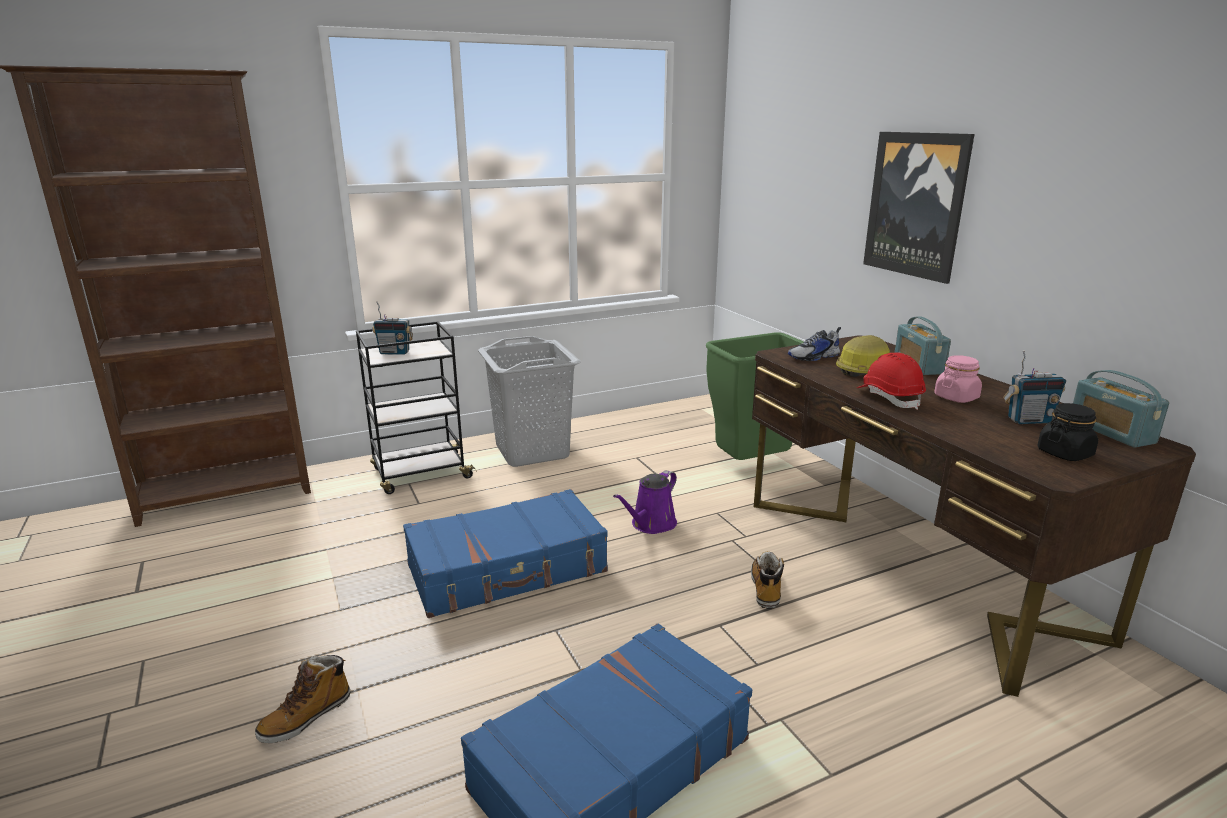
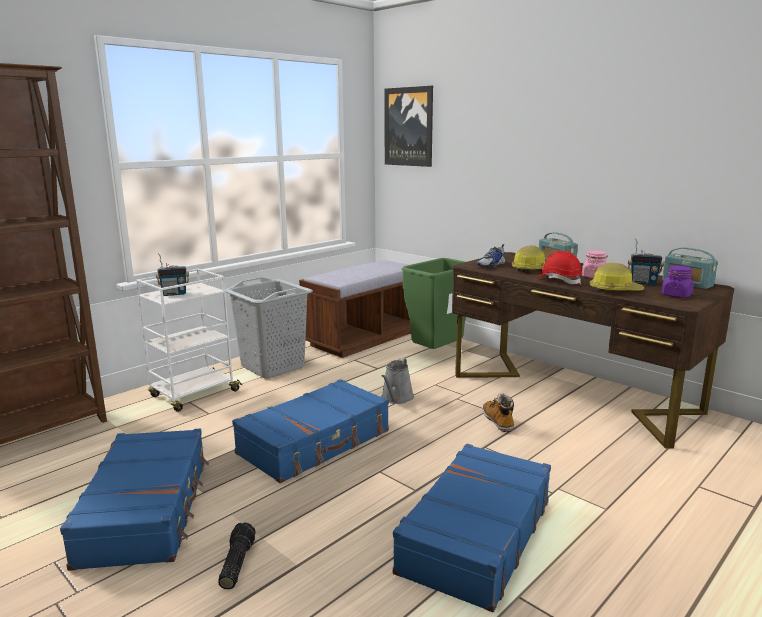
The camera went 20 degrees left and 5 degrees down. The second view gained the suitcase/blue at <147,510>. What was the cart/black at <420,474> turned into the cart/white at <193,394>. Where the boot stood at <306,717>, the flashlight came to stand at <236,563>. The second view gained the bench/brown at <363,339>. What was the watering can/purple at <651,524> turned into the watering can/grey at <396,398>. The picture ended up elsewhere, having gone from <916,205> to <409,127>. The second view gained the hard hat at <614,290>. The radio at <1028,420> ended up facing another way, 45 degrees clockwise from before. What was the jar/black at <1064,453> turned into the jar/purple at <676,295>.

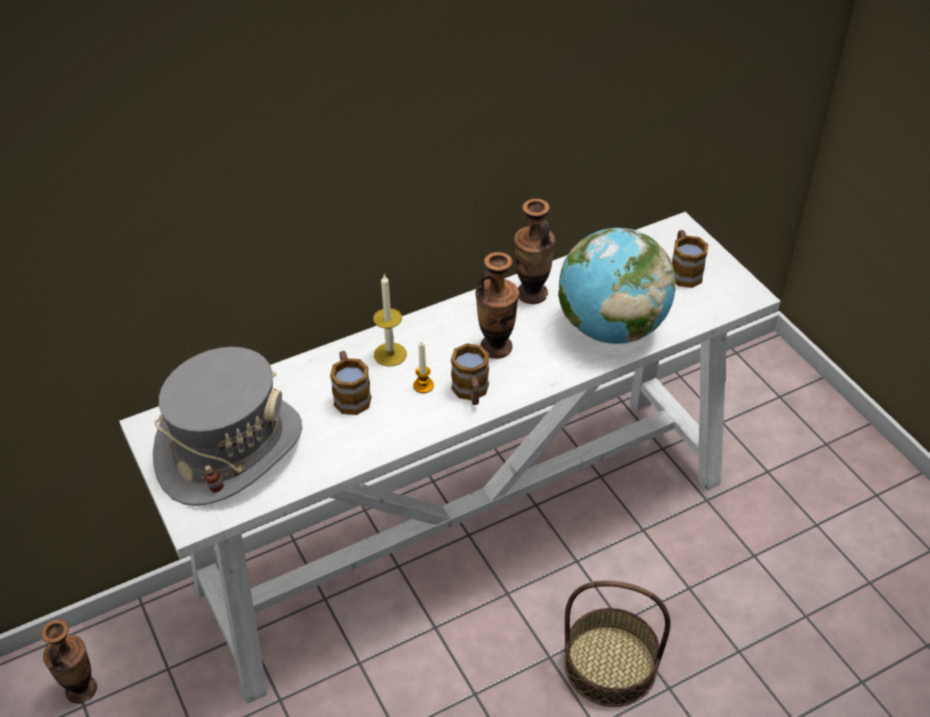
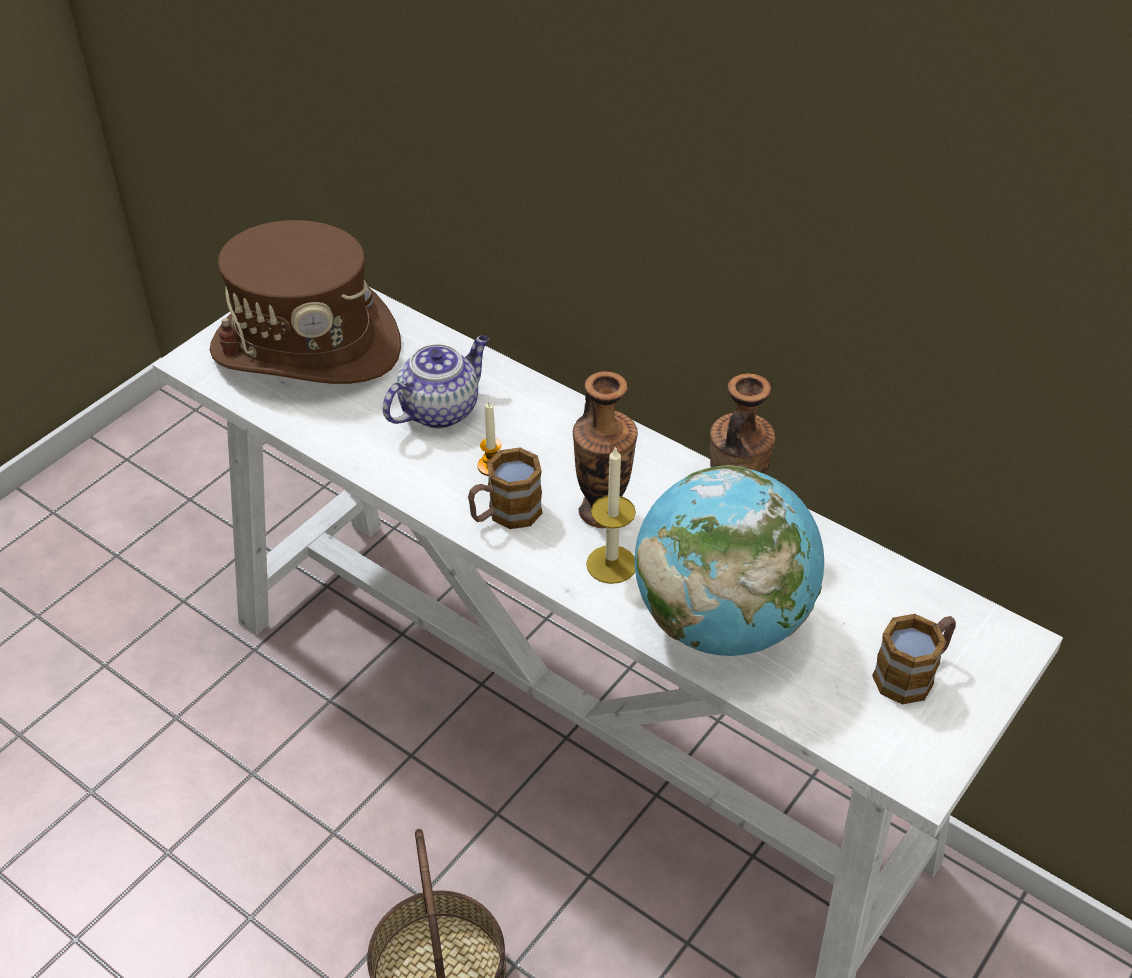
The camera went 65 degrees right and 0 degrees up. What was the hat/grey at <230,449> turned into the hat/brown at <306,347>. Where the mug stood at <350,395>, the teapot came to stand at <440,409>. The candle ended up elsewhere, having gone from <390,354> to <611,564>. The second view lost the vase at <81,689>.

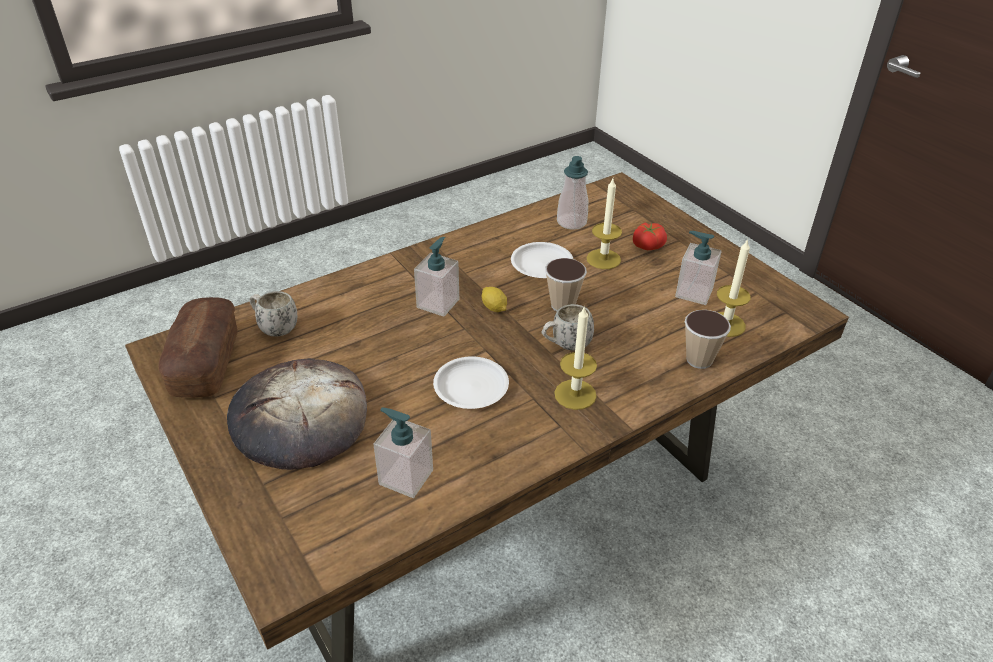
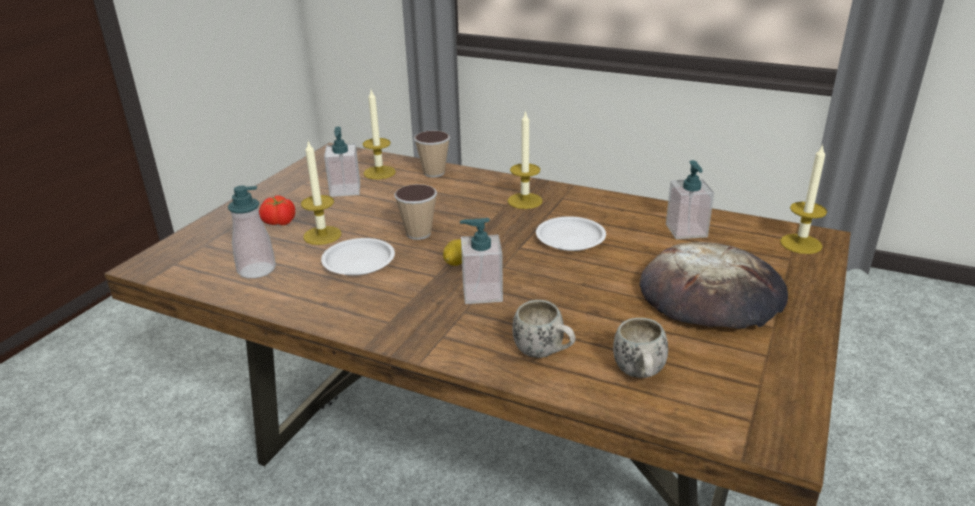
The camera went 120 degrees left and 10 degrees down. The mug/white ended up elsewhere, having gone from <565,345> to <545,353>. The second view gained the candle at <801,244>. The second view lost the bread at <206,363>.

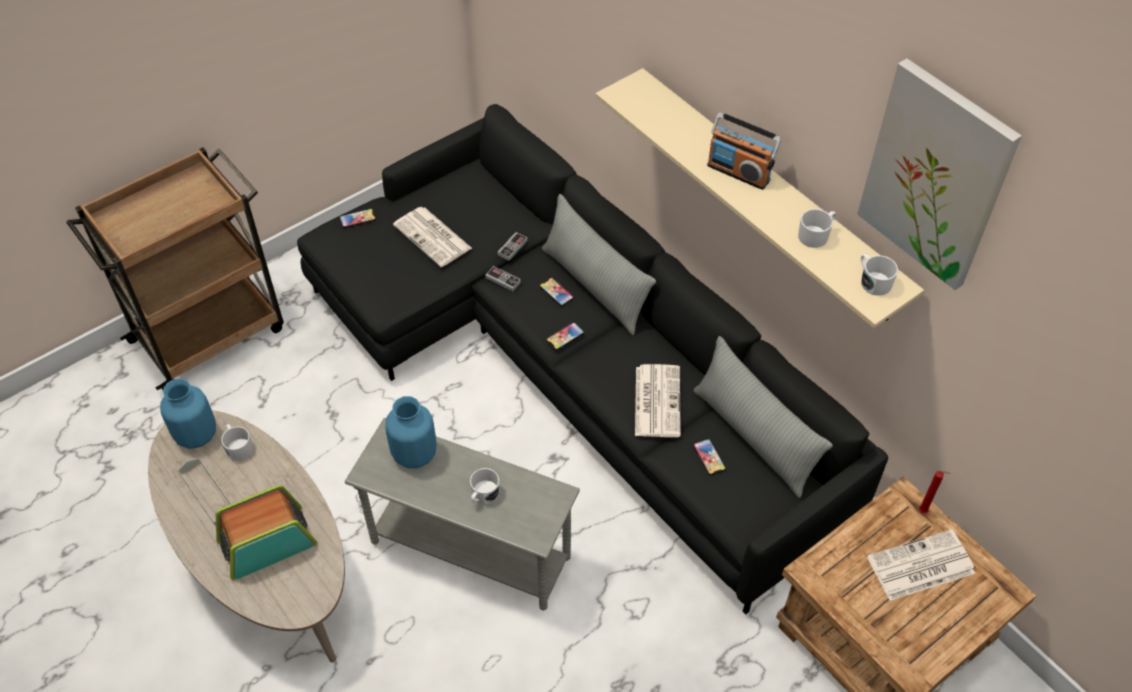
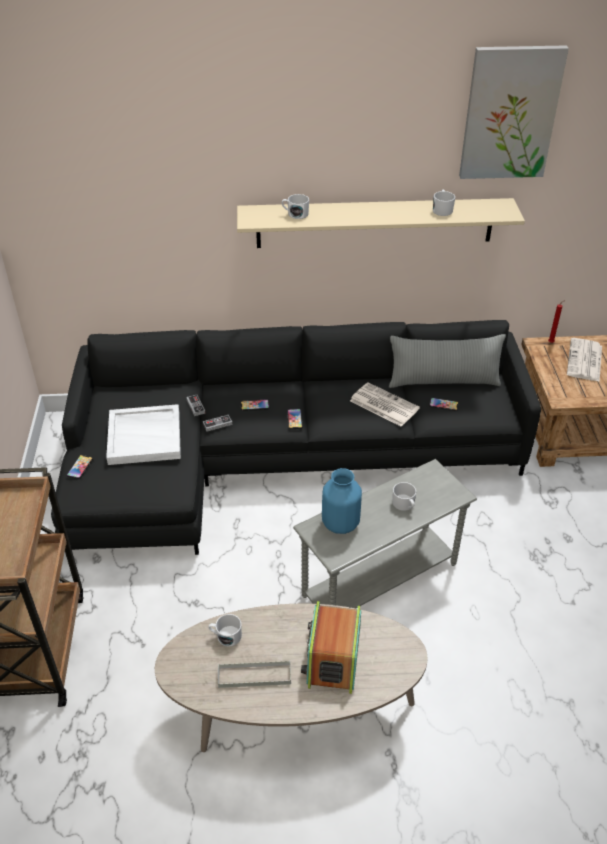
The camera went 55 degrees left and 10 degrees down. Where the newspaper stood at <433,237>, the tray/white came to stand at <145,436>. The mug/white ended up elsewhere, having gone from <872,281> to <295,214>. The second view lost the vase/blue at <197,435>. The second view lost the pillow/grey at <595,286>. The second view lost the radio at <739,172>.

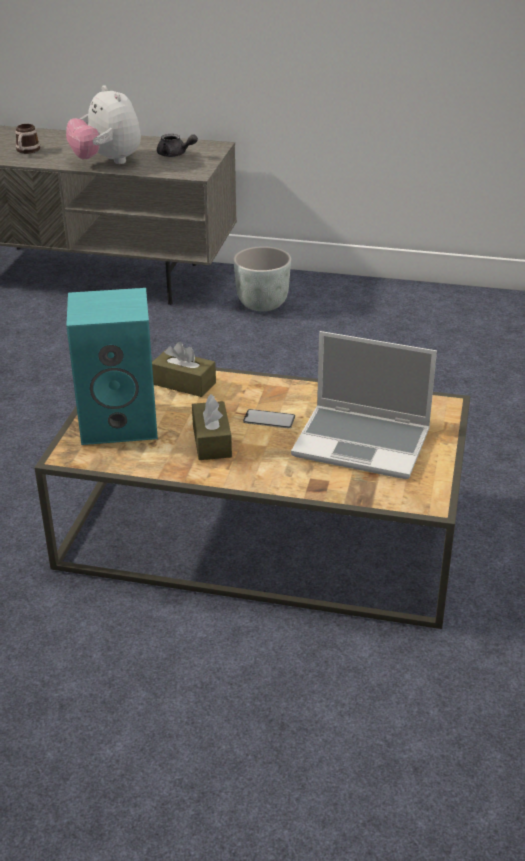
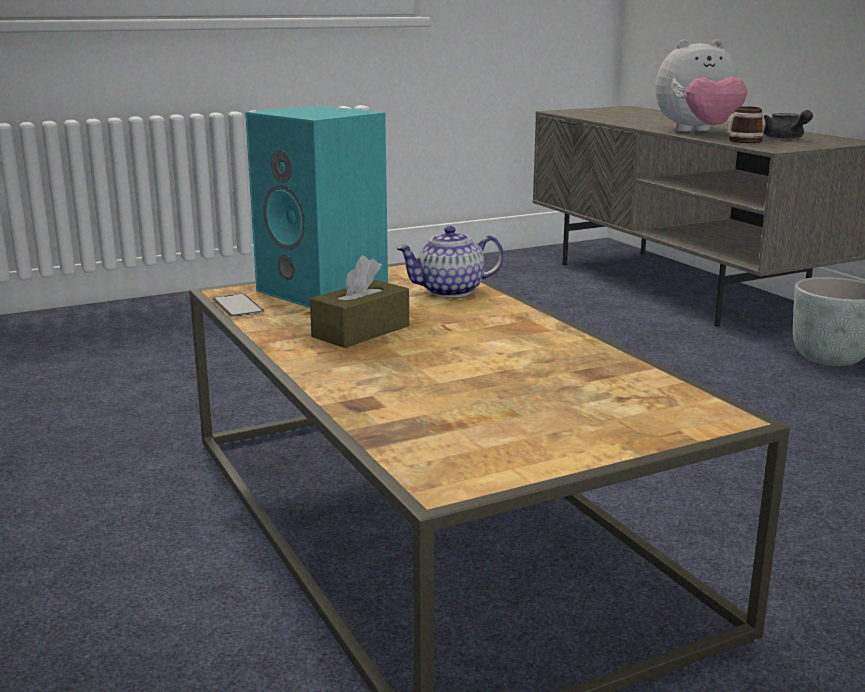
The camera went 50 degrees right and 15 degrees down. The phone ended up elsewhere, having gone from <269,419> to <237,306>. Where the tissue box/brown stood at <184,383>, the teapot came to stand at <450,291>. The plush toy at <107,162> ended up facing another way, 120 degrees counterclockwise from before. The mug ended up elsewhere, having gone from <27,151> to <741,141>. The second view lost the laptop at <363,443>.

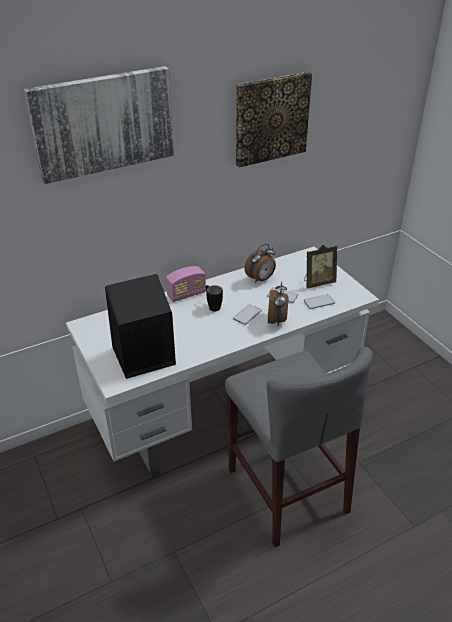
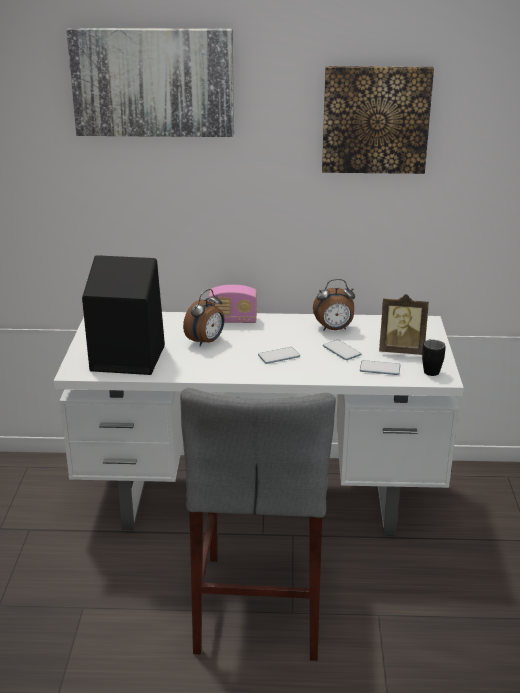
The camera went 30 degrees right and 10 degrees down. The alarm clock ended up elsewhere, having gone from <277,320> to <206,342>. The mug/black ended up elsewhere, having gone from <212,306> to <430,369>.

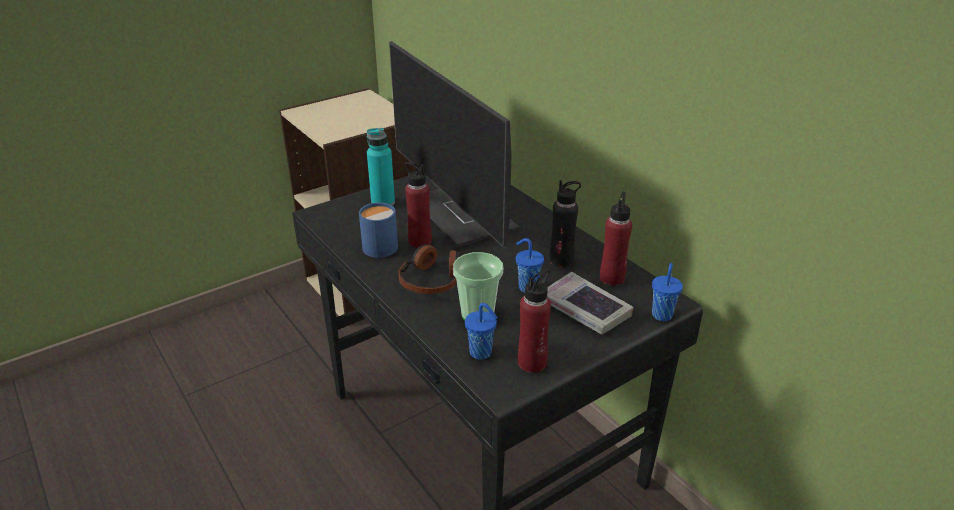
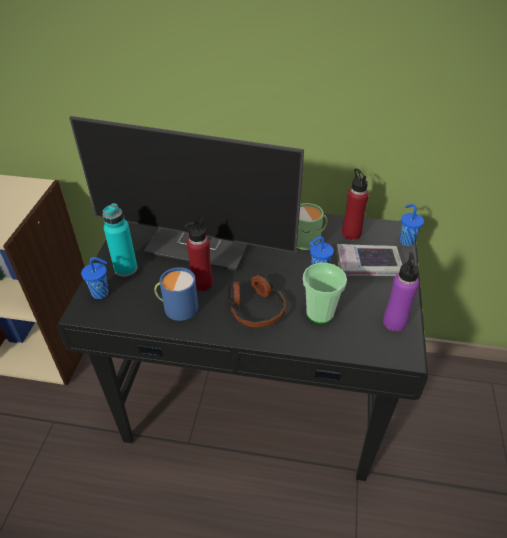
The camera went 45 degrees left and 10 degrees up. The cup/blue ended up elsewhere, having gone from <481,353> to <101,293>. Where the bottle/black stood at <561,260>, the mug/green came to stand at <309,239>. What was the bottle/red at <532,362> turned into the bottle/purple at <394,322>.

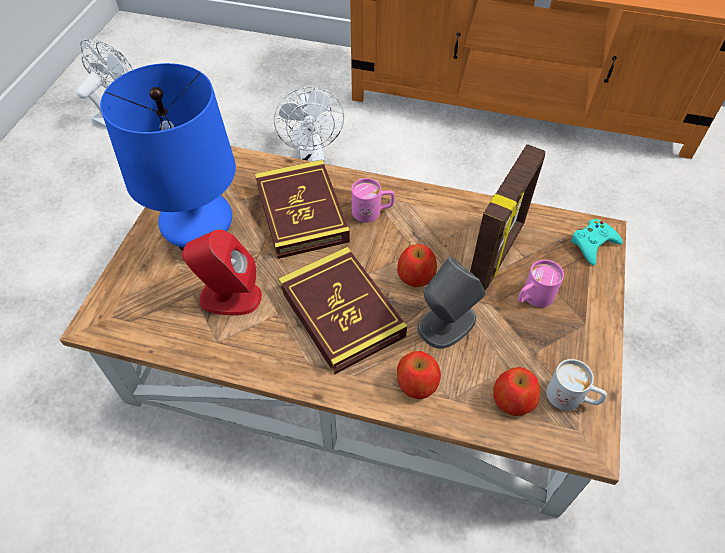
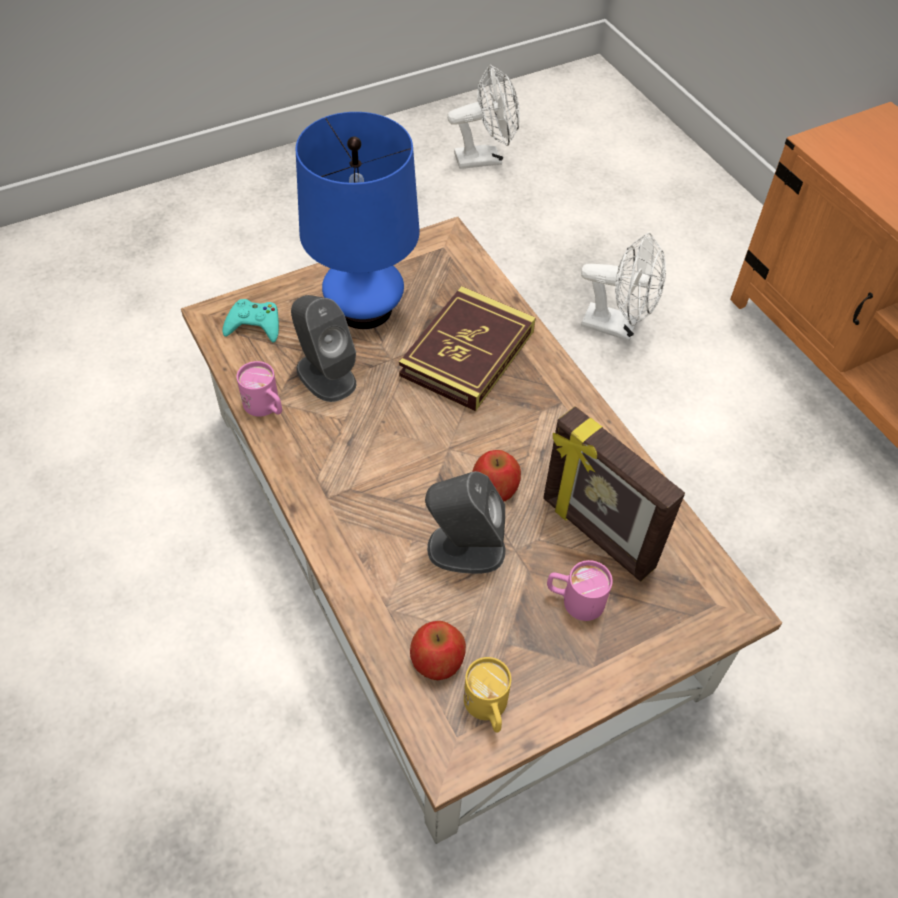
The camera went 45 degrees right and 0 degrees up. The game controller/turquoise ended up elsewhere, having gone from <593,244> to <254,325>. The mug/pink ended up elsewhere, having gone from <372,212> to <266,407>. What was the speaker/red at <229,297> turned into the speaker/grey at <325,375>. What was the mug/white at <572,398> turned into the mug/yellow at <488,709>. The picture frame at <497,254> ended up facing another way, 60 degrees clockwise from before. The fan/white at <312,155> ended up facing another way, 105 degrees counterclockwise from before. The second view lost the book at <341,312>. The second view lost the apple at <417,382>.

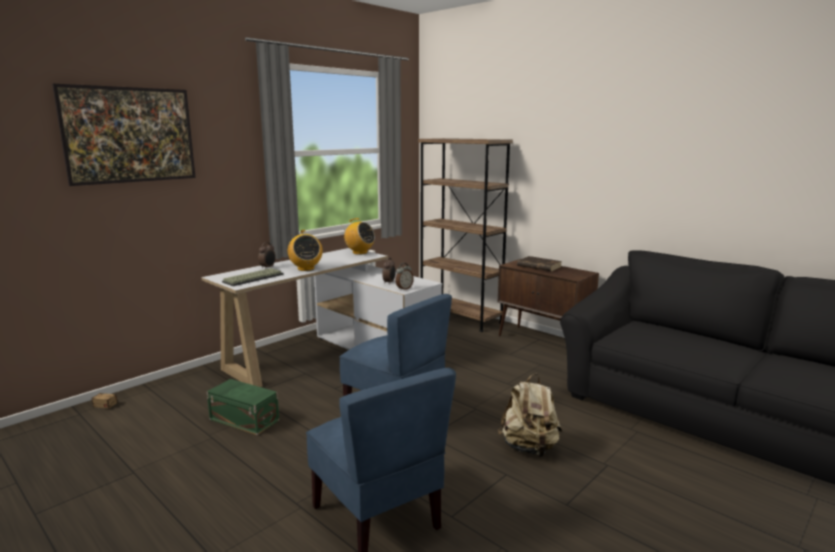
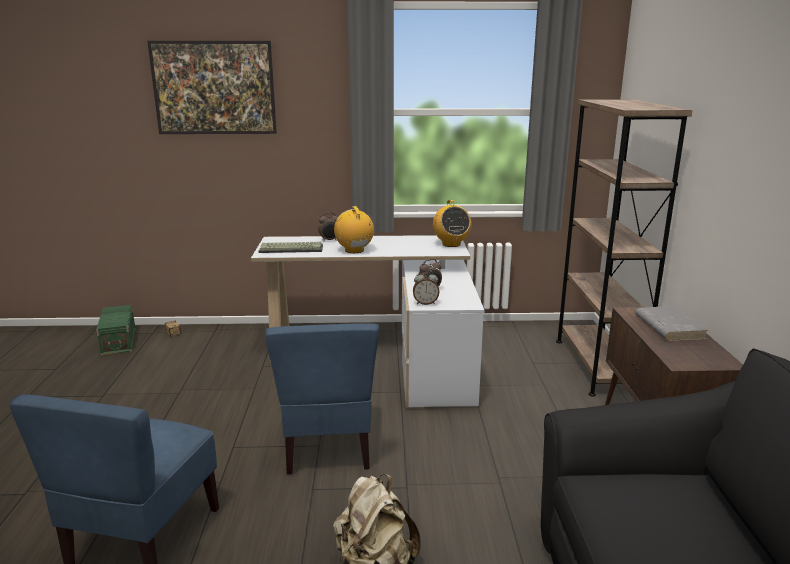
The camera went 45 degrees right and 5 degrees up. The storage box/green ended up elsewhere, having gone from <244,419> to <120,341>. The radio at <305,269> ended up facing another way, 135 degrees clockwise from before. What was the book/brown at <538,266> turned into the book/grey at <668,327>.

